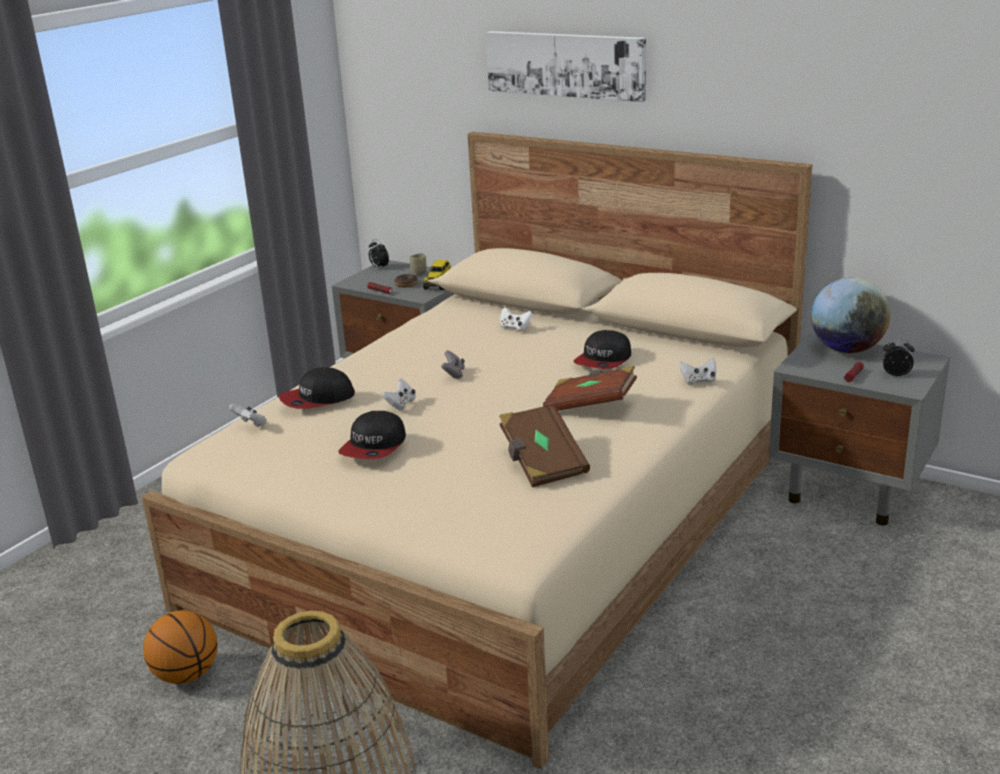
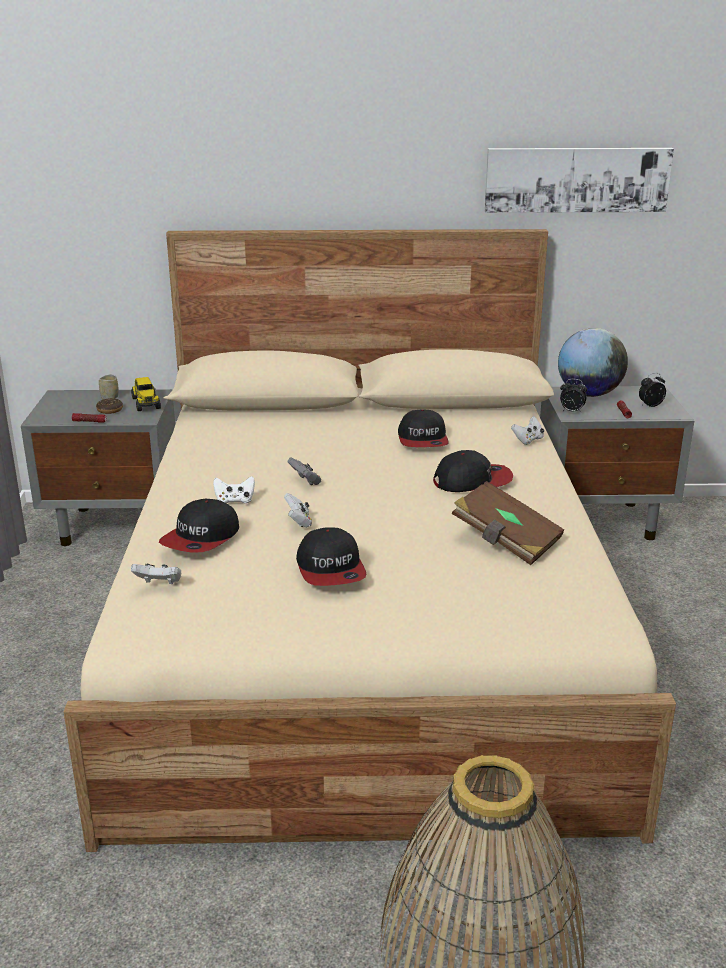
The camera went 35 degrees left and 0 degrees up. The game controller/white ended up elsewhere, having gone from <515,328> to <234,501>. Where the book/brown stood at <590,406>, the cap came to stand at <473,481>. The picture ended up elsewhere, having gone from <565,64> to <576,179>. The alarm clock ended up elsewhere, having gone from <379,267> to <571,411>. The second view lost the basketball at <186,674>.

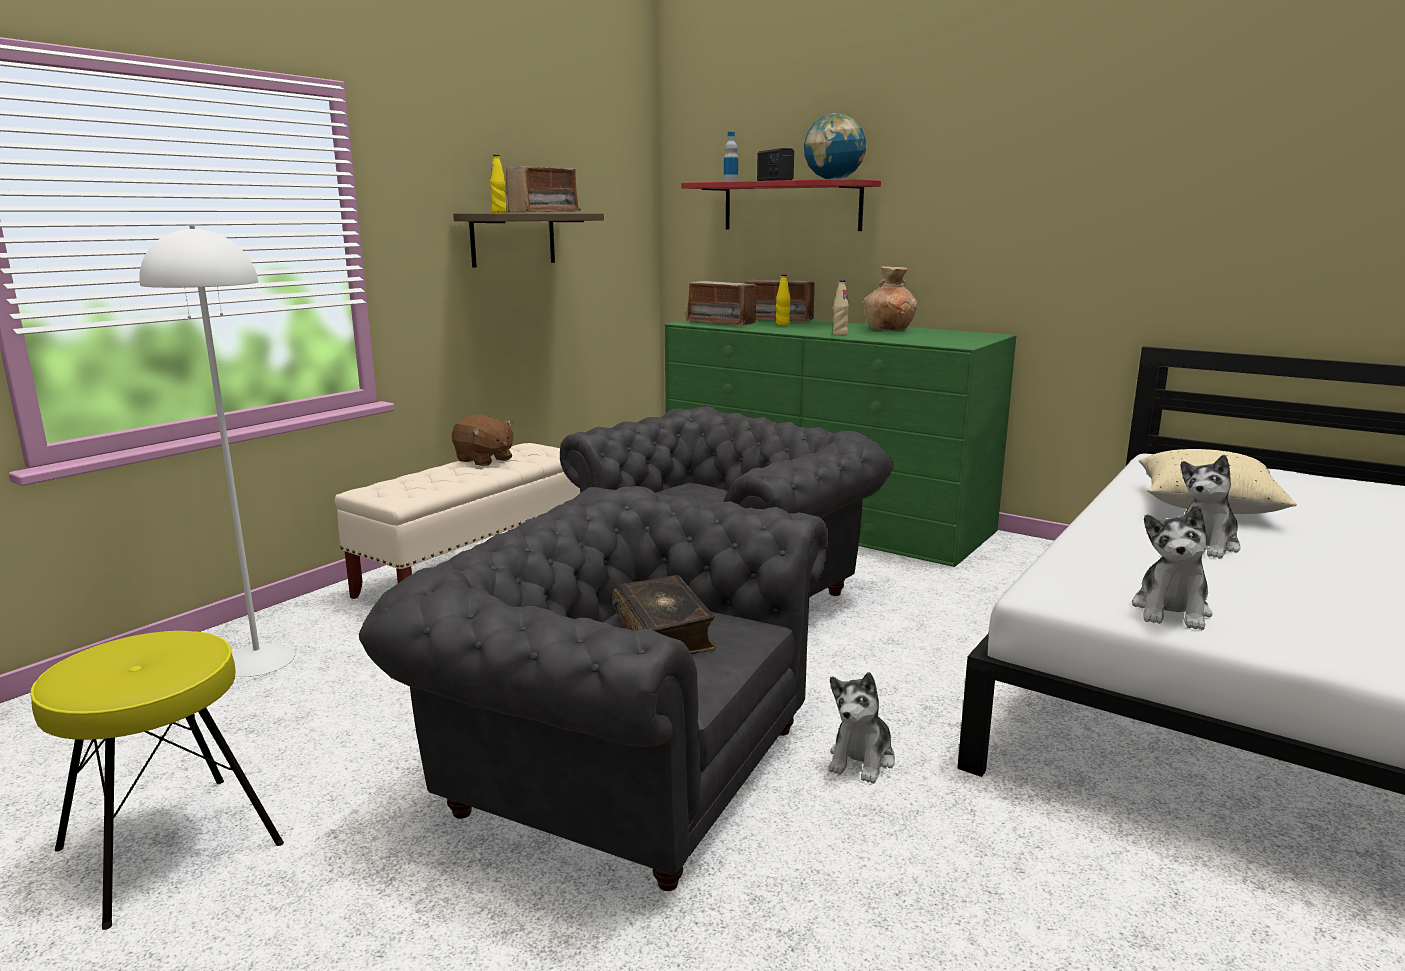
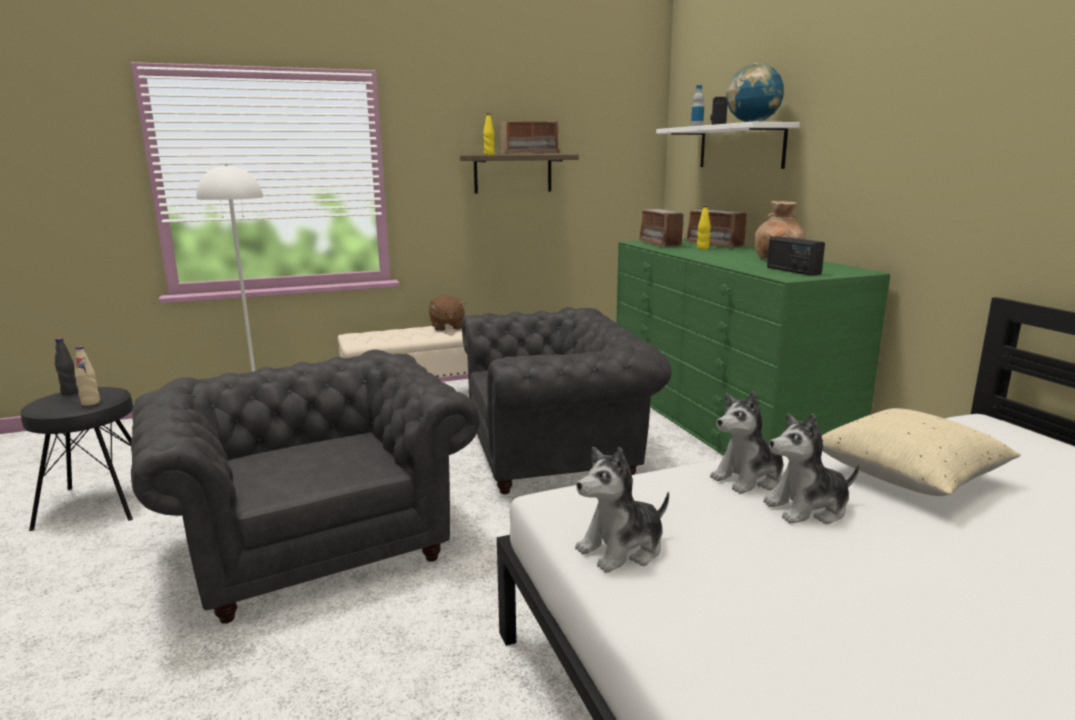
The camera went 35 degrees right and 0 degrees up. What was the stool/yellow at <169,847> turned into the stool/black at <97,504>. The second view gained the bottle/black at <70,392>. The bottle/beige ended up elsewhere, having gone from <840,335> to <90,403>. What was the shelf/red at <791,206> turned into the shelf/white at <740,147>. The plush toy ended up elsewhere, having gone from <862,759> to <749,478>. The second view gained the radio at <792,271>. The second view lost the book at <664,631>.

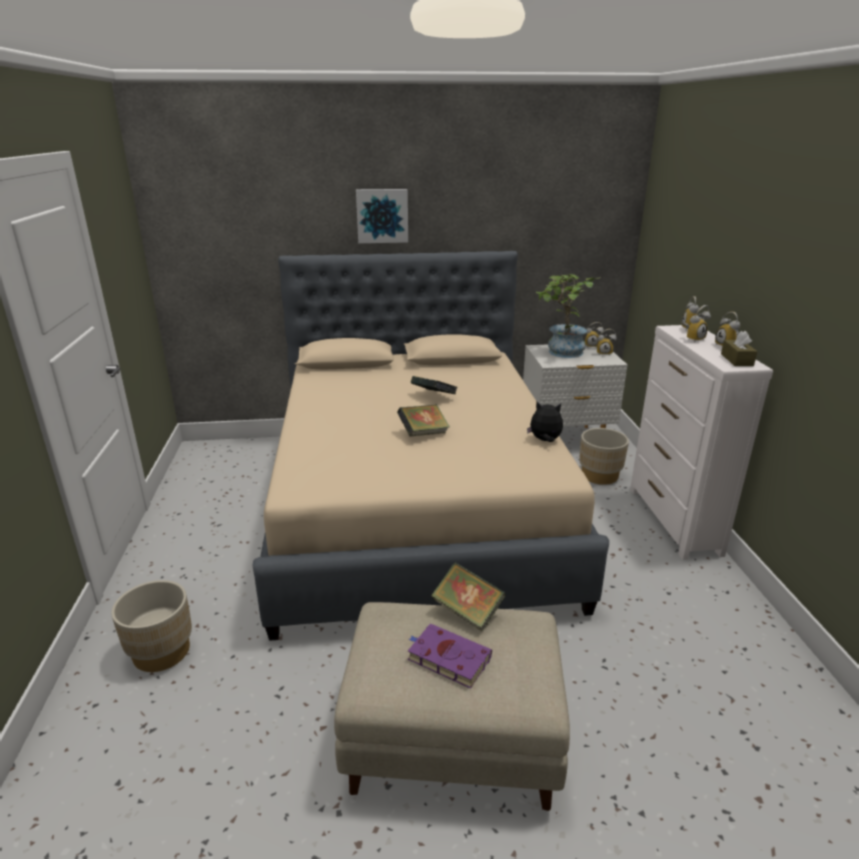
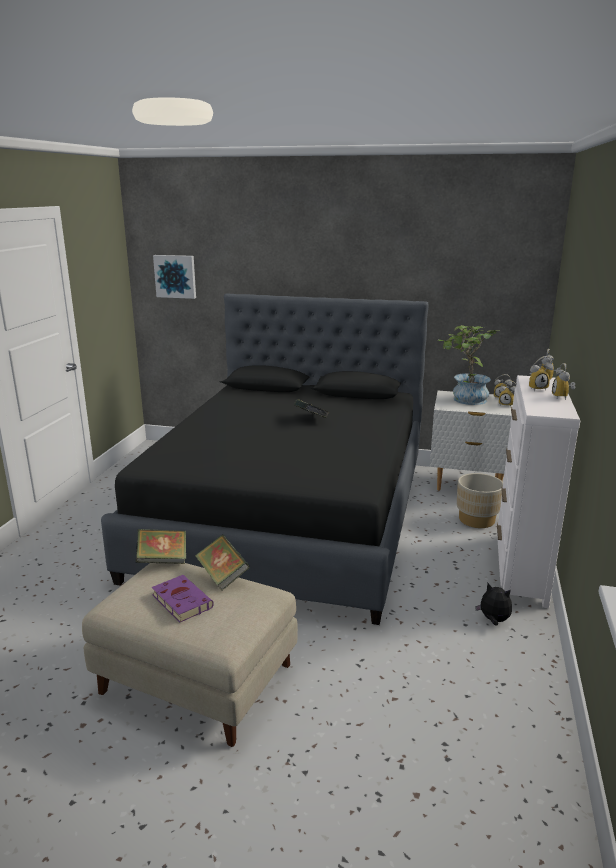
The camera went 20 degrees right and 5 degrees down. What was the bed/beige at <416,507> turned into the bed/black at <290,516>. The book ended up elsewhere, having gone from <423,433> to <163,560>. The picture ended up elsewhere, having gone from <382,215> to <175,276>. The plush toy ended up elsewhere, having gone from <545,440> to <493,620>. The second view lost the planter/beige at <161,651>. The second view lost the tissue box/brown at <736,360>.

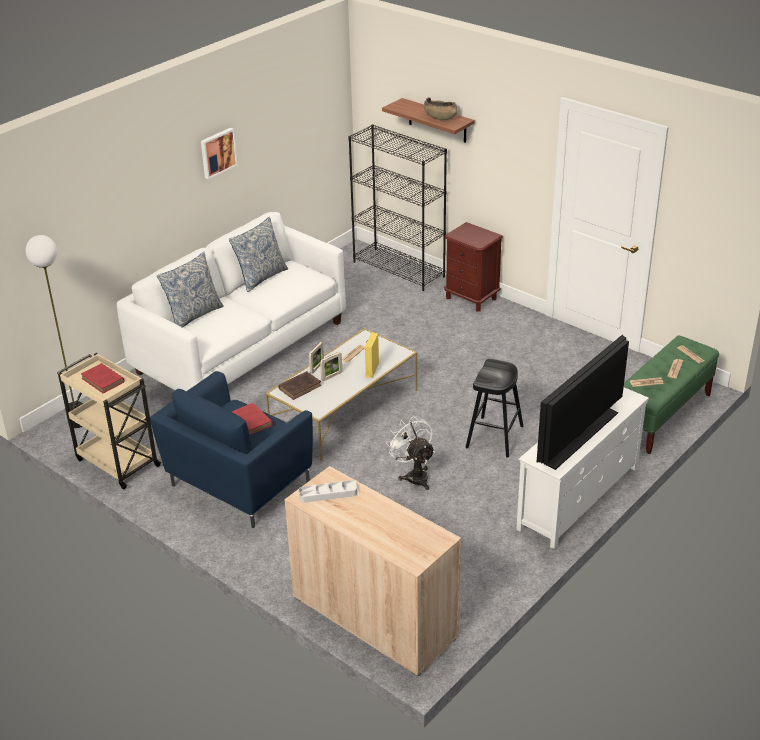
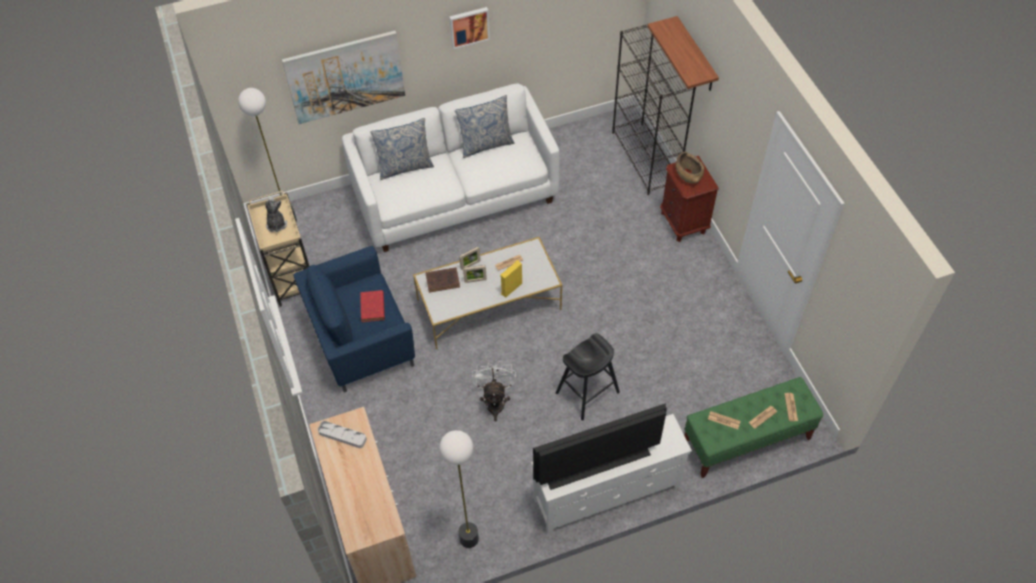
The camera went 30 degrees right and 20 degrees up. Where the book/red stood at <103,381>, the plush toy came to stand at <276,224>. The second view gained the picture at <345,76>. The second view gained the floor lamp at <469,538>. The bowl/brown ended up elsewhere, having gone from <440,117> to <688,173>.

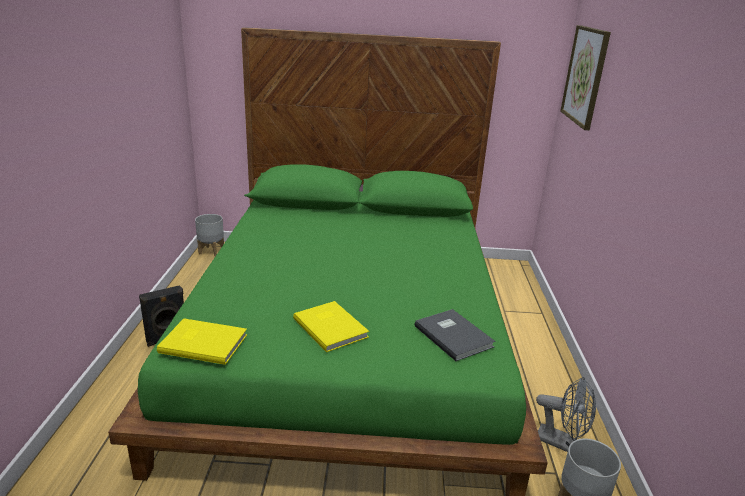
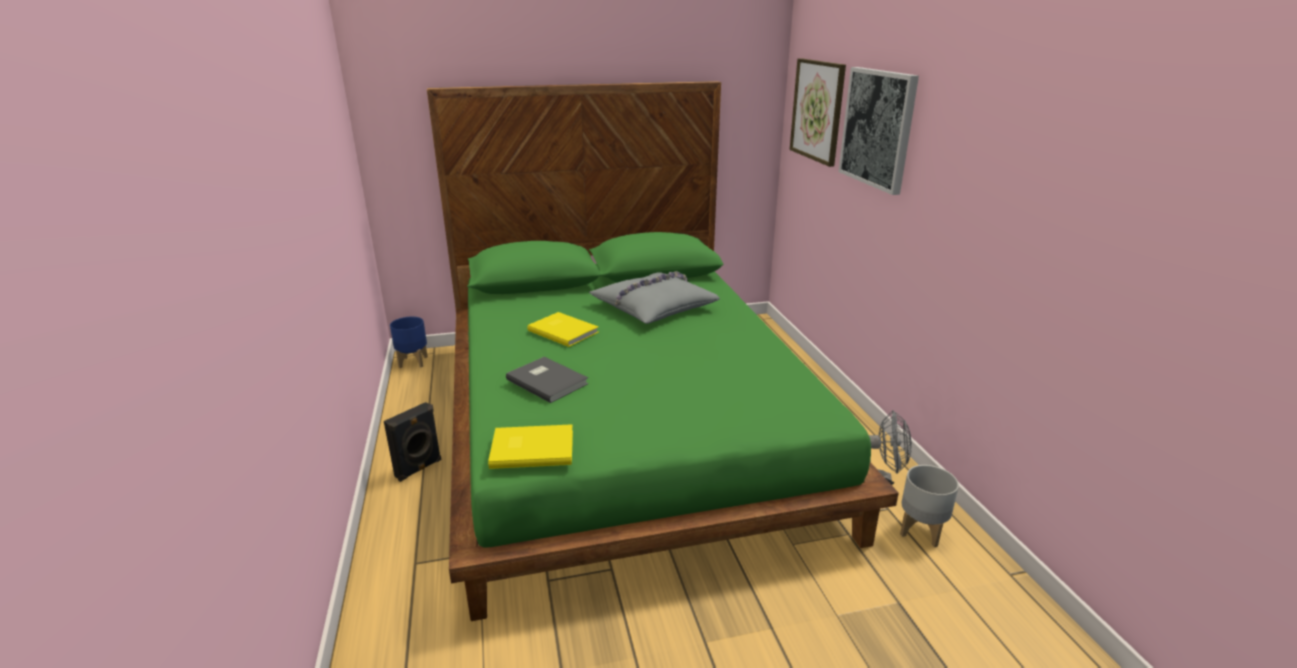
The camera went 15 degrees left and 0 degrees up. What was the planter/grey at <211,251> turned into the planter/blue at <413,362>. The book/grey ended up elsewhere, having gone from <454,335> to <548,380>. The book/yellow ended up elsewhere, having gone from <331,327> to <563,330>. The second view gained the pillow/grey at <653,307>. The second view gained the picture at <878,128>.

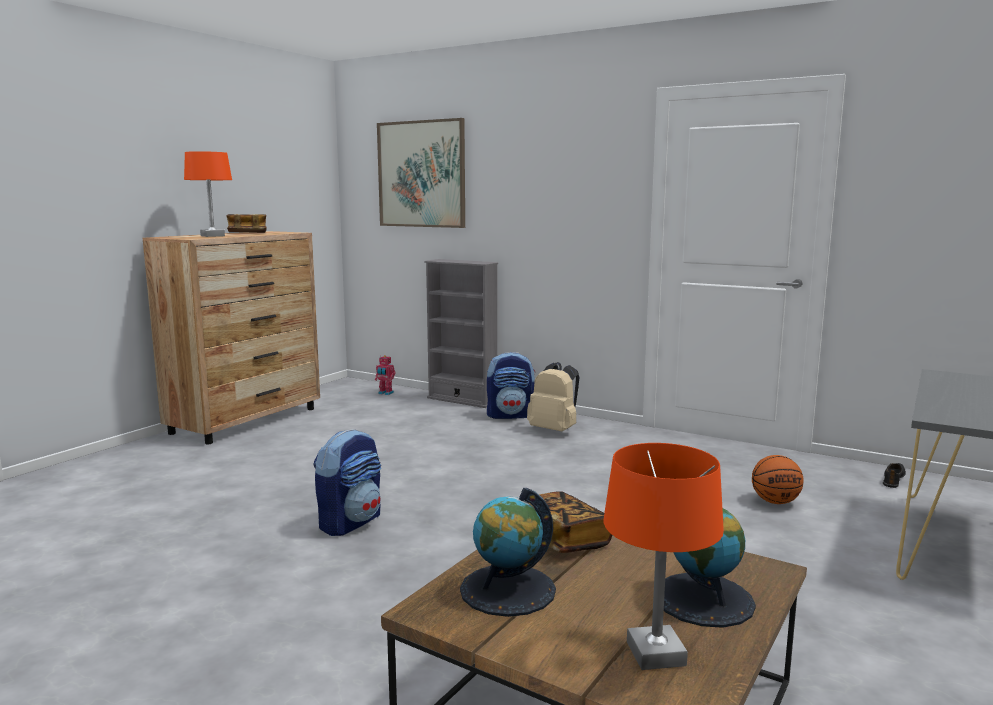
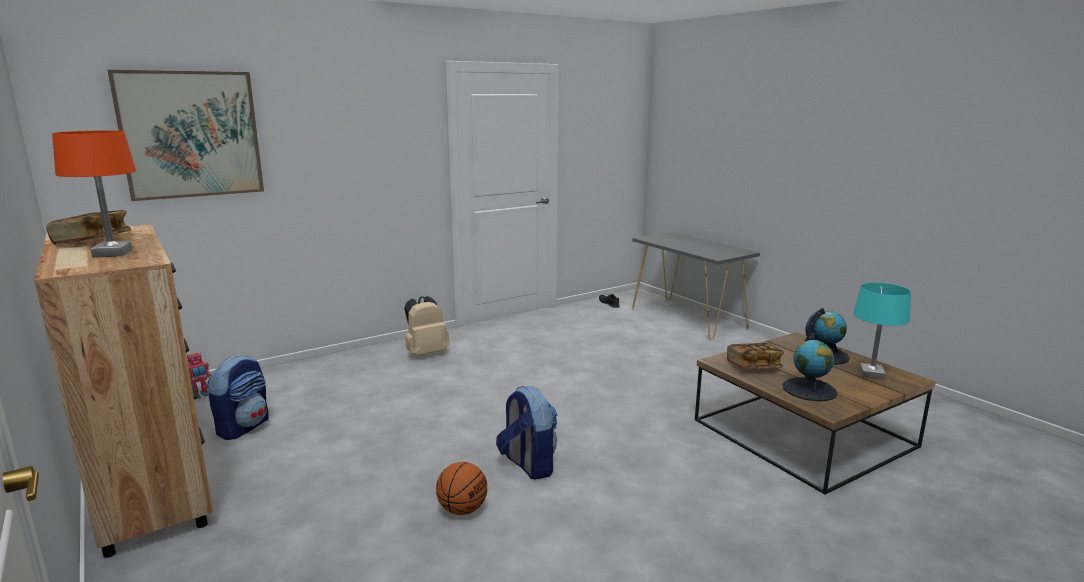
The camera went 65 degrees left and 5 degrees up. The backpack ended up elsewhere, having gone from <511,415> to <243,427>. The basketball ended up elsewhere, having gone from <775,502> to <462,509>. What was the table lamp/orange at <655,653> turned into the table lamp/turquoise at <871,374>. The second view lost the bookcase/grey at <462,400>.

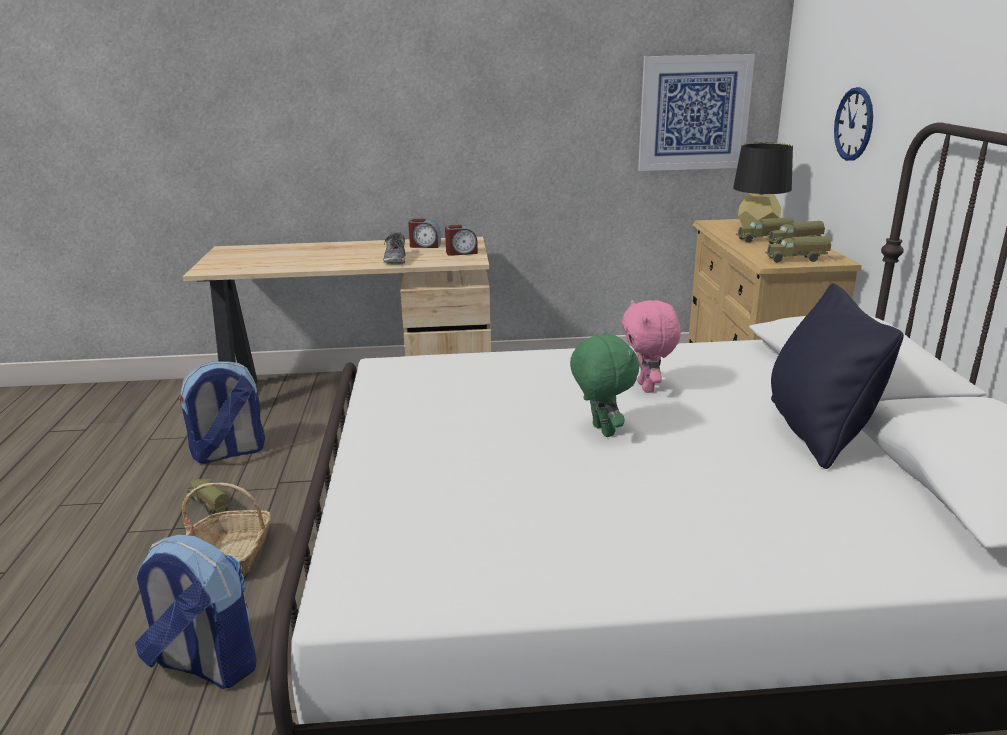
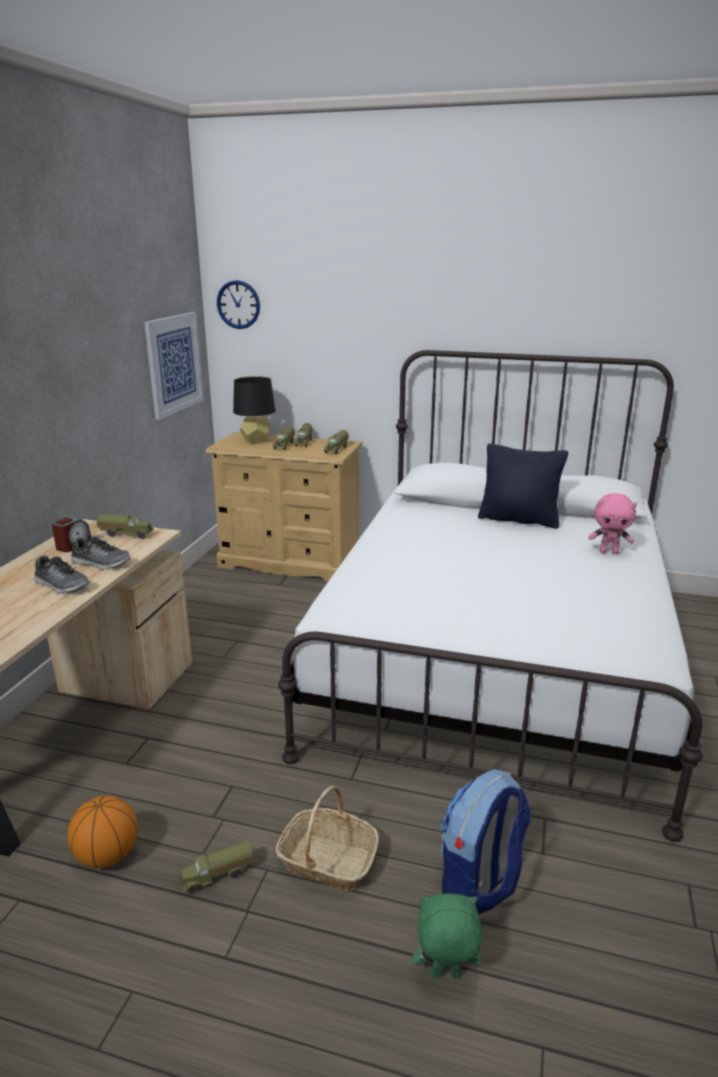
The camera went 70 degrees left and 0 degrees up. The second view gained the shoe at <62,586>. Where the backpack stood at <228,453>, the basketball came to stand at <107,856>. Where the alarm clock stood at <461,252>, the toy truck came to stand at <126,534>. The wall clock ended up elsewhere, having gone from <854,124> to <238,304>. The plush toy/green ended up elsewhere, having gone from <601,431> to <445,975>. The plush toy/pink ended up elsewhere, having gone from <647,387> to <609,552>.

